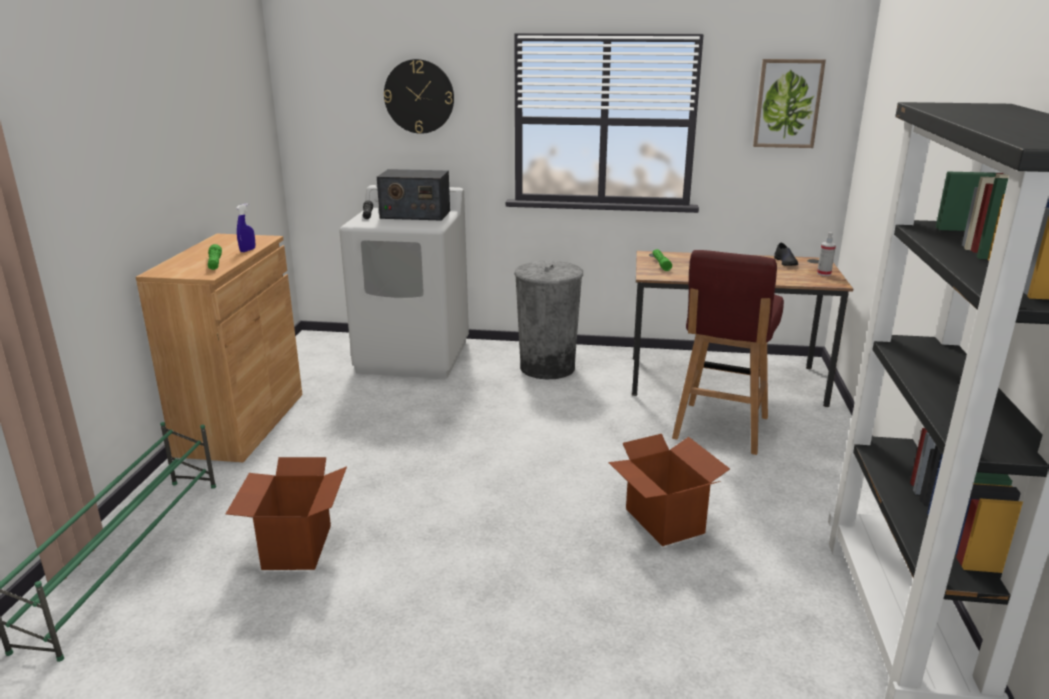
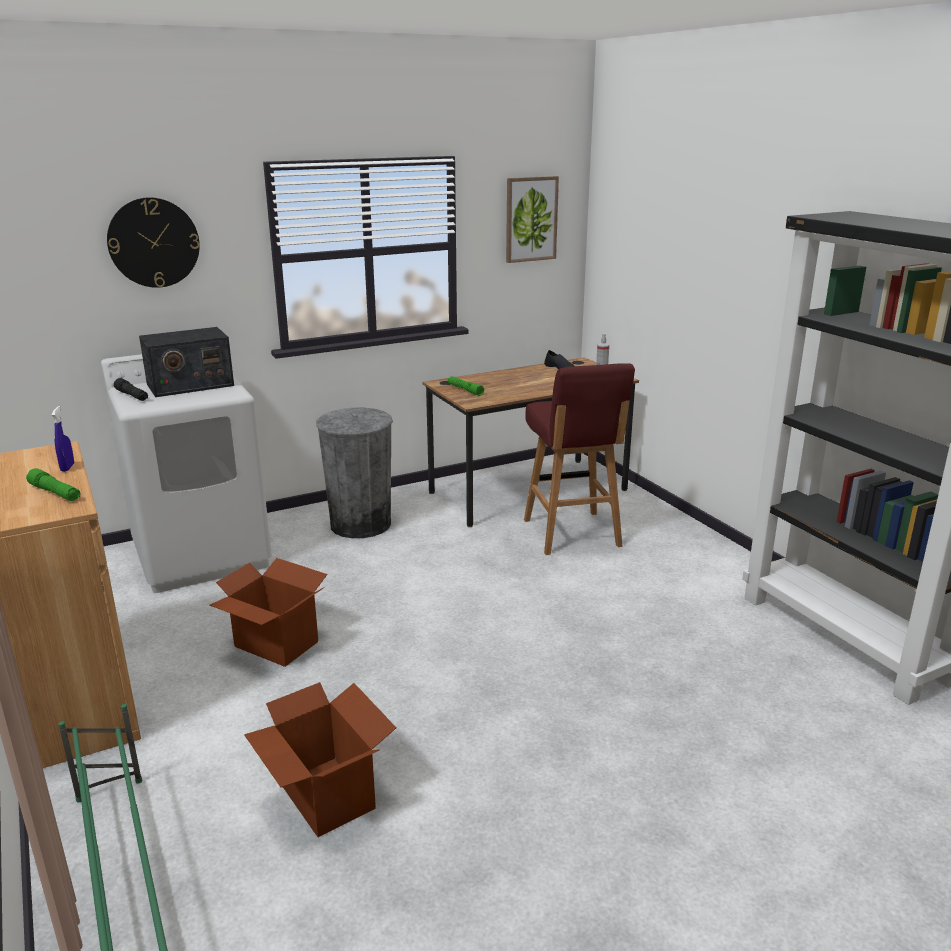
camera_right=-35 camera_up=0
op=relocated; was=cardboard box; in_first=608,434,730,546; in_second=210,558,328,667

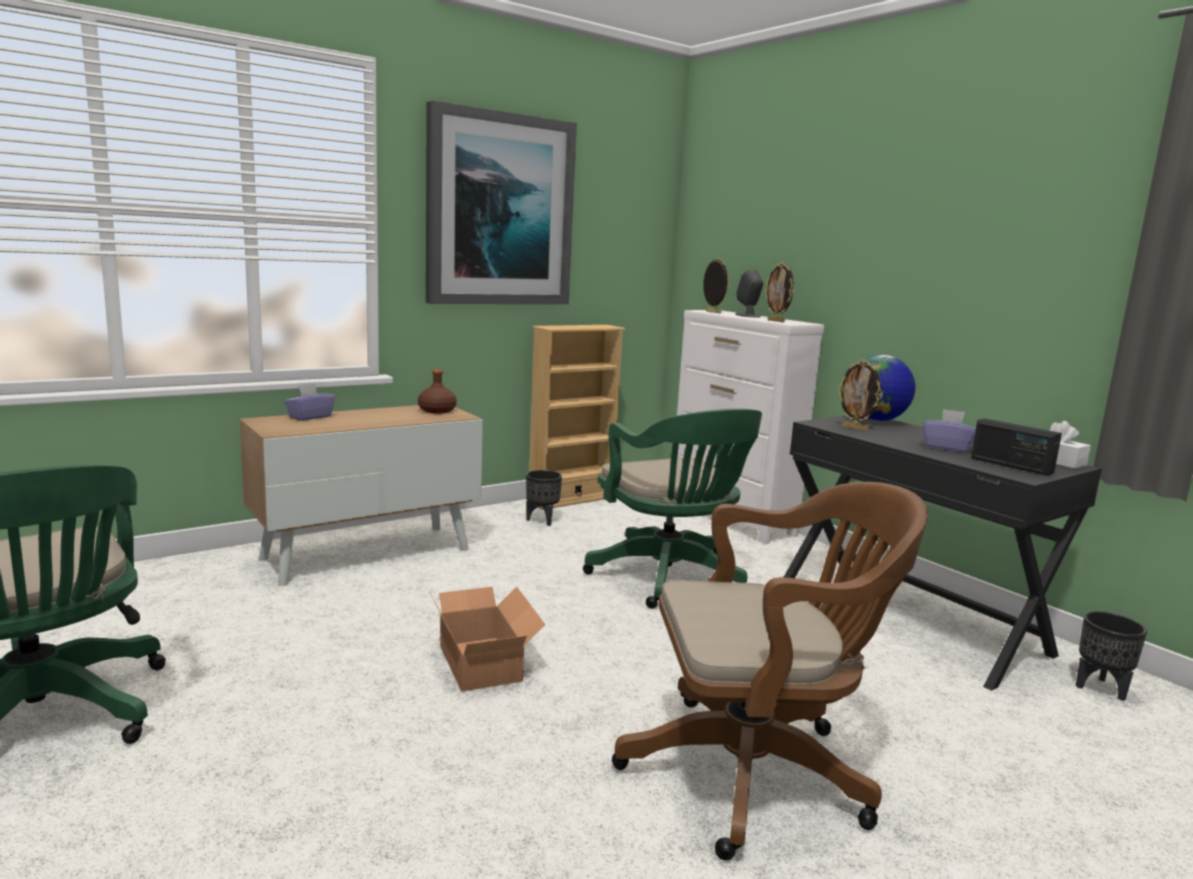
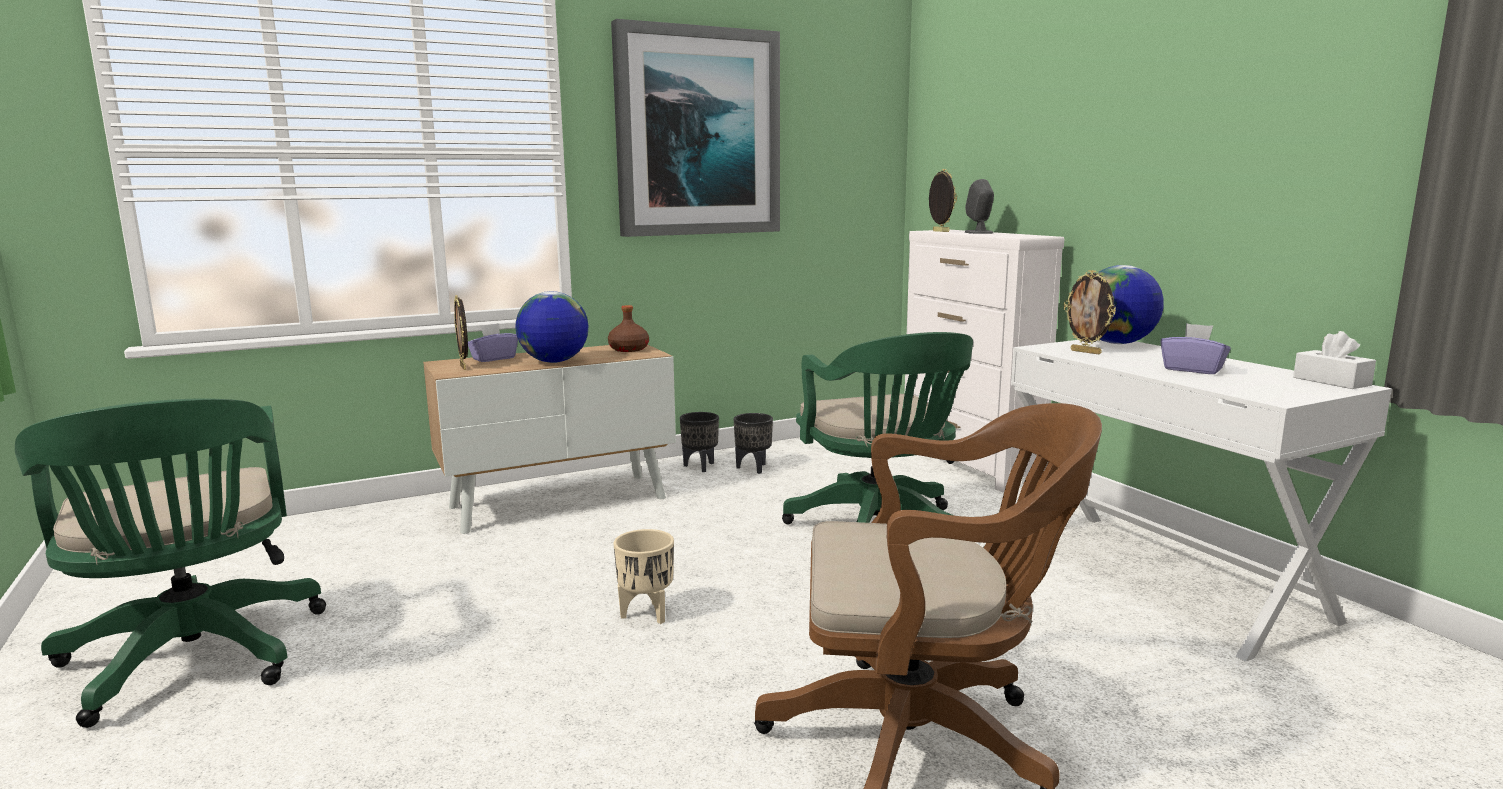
camera_right=10 camera_up=0
op=relocated; was=picture frame; in_first=764,262,794,322; in_second=454,295,468,370
op=missing; was=bookcase (beige); in_first=529,325,625,510
op=colour; was=desk (black); now=desk (white); in_first=784,416,1102,691; in_second=1011,340,1392,662
op=missing; was=radio; in_first=971,418,1062,476
op=exchanged; was=cardboard box; now=planter (beige); in_first=430,587,545,692; in_second=614,529,674,624
op=relocated; was=planter (black); in_first=1076,611,1147,701; in_second=680,412,719,472
op=appeared; now=globe; in_second=515,291,588,363

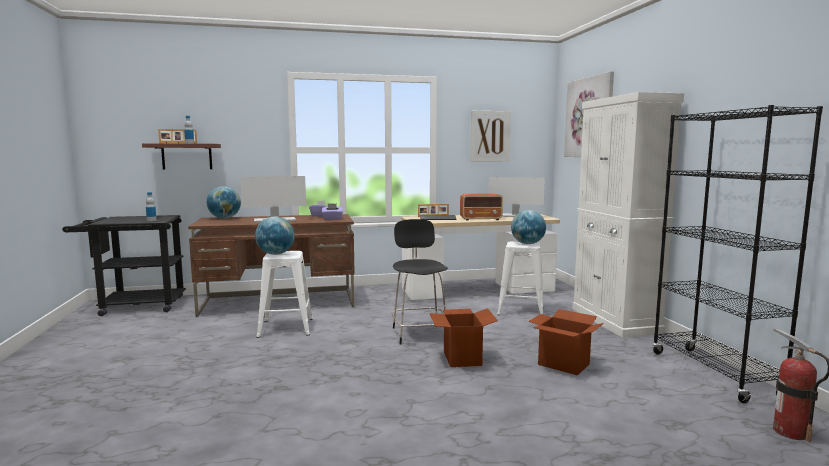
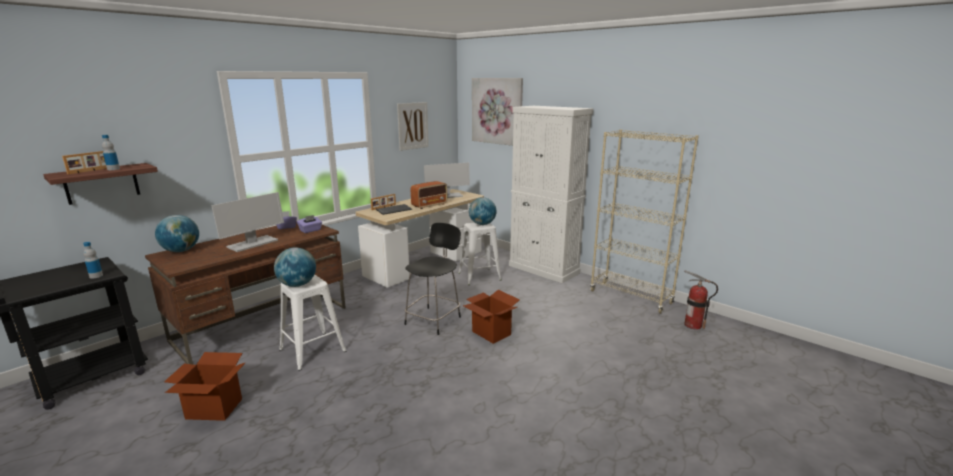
camera_right=-35 camera_up=10
op=colour; was=bookcase (black); now=bookcase (beige); in_first=652,105,823,403; in_second=590,129,699,314
op=spun; was=chair (black); in_first=391,219,448,345; in_second=405,223,461,335; clockwise=75
op=relocated; was=cardboard box; in_first=528,309,604,375; in_second=164,352,246,421

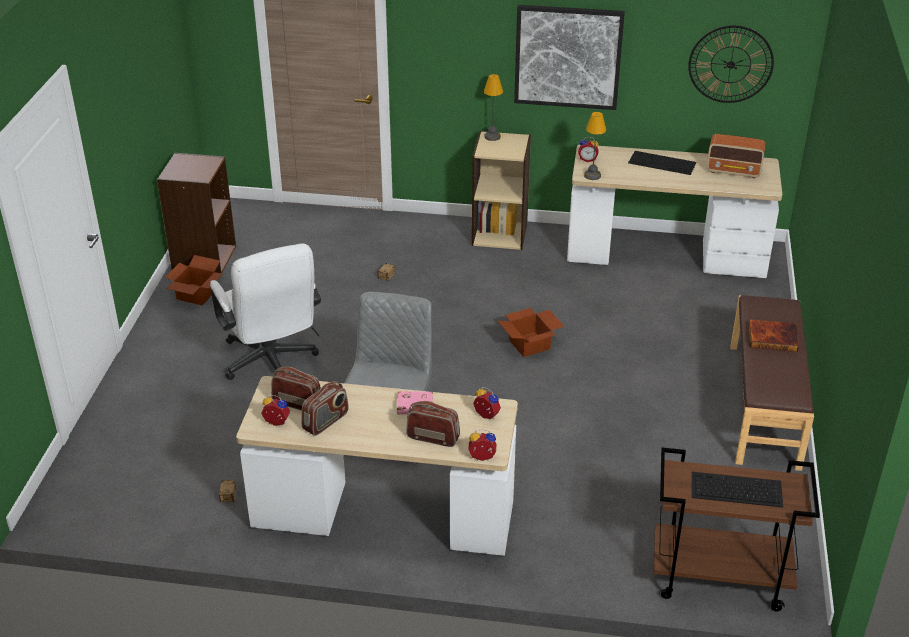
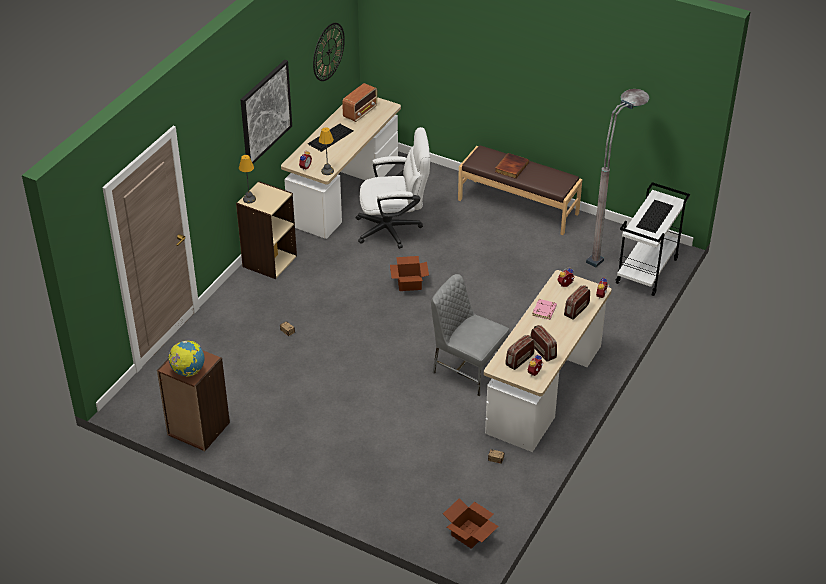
camera_right=-70 camera_up=5
op=relocated; was=office chair (white); in_first=210,244,321,380; in_second=356,127,430,249
op=relocated; was=cardboard box; in_first=165,255,223,306; in_second=443,498,499,549
op=colour; was=cart (brown); now=cart (white); in_first=653,448,820,611; in_second=616,182,690,296
op=appeared; now=floor lamp (grey); in_second=586,89,649,268
op=appeared; now=globe; in_second=168,341,204,377

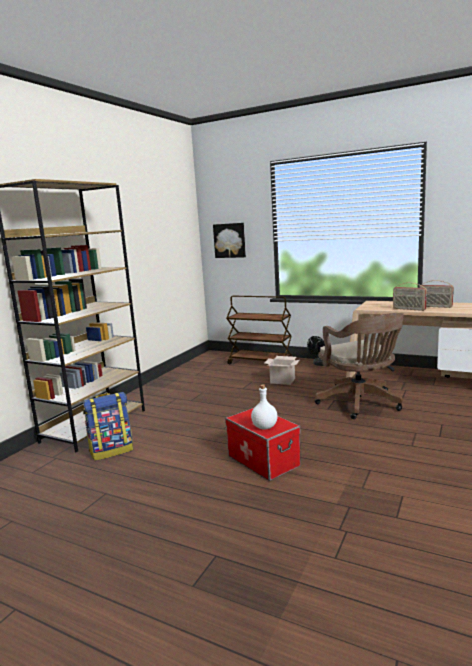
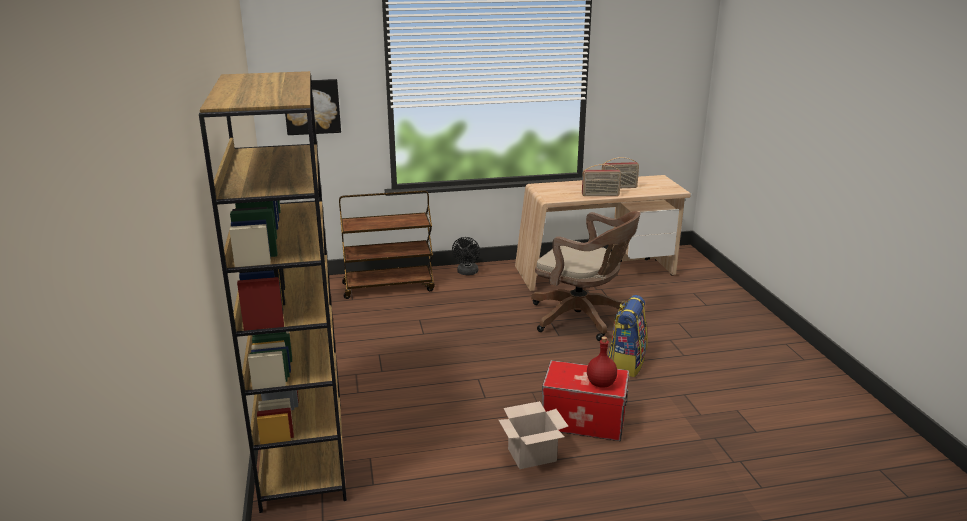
camera_right=-40 camera_up=10
op=relocated; was=cardboard box; in_first=264,356,300,385; in_second=499,401,568,469
op=colour; was=bottle (white); now=bottle (red); in_first=251,384,278,430; in_second=587,336,617,387
op=relocated; was=backpack; in_first=83,392,133,461; in_second=608,295,648,377

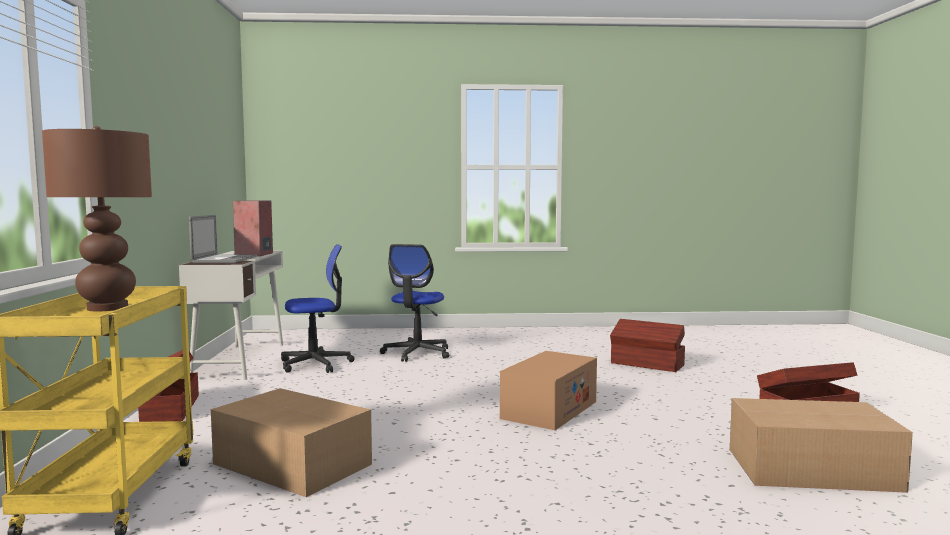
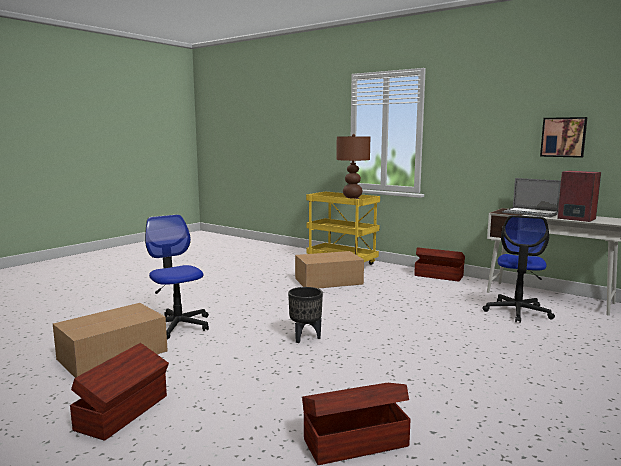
camera_right=130 camera_up=5
op=relocated; was=office chair; in_first=380,244,449,362; in_second=145,215,209,339
op=exchanged; was=cardboard box; now=planter (black); in_first=500,351,597,430; in_second=288,287,323,343
op=appeared; now=picture; in_second=540,117,588,158

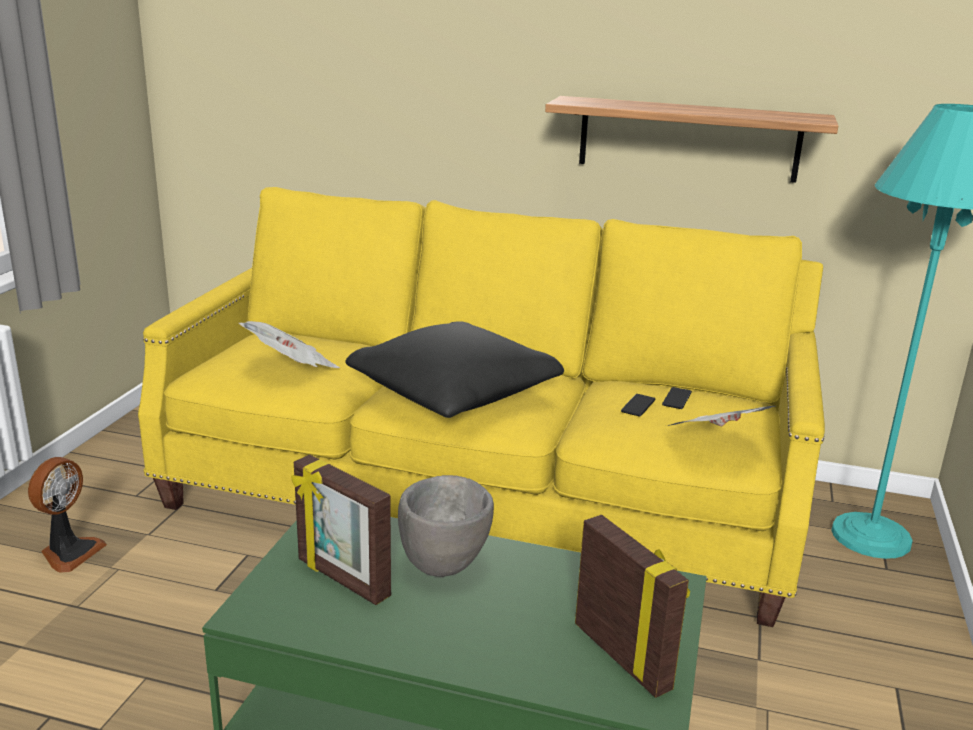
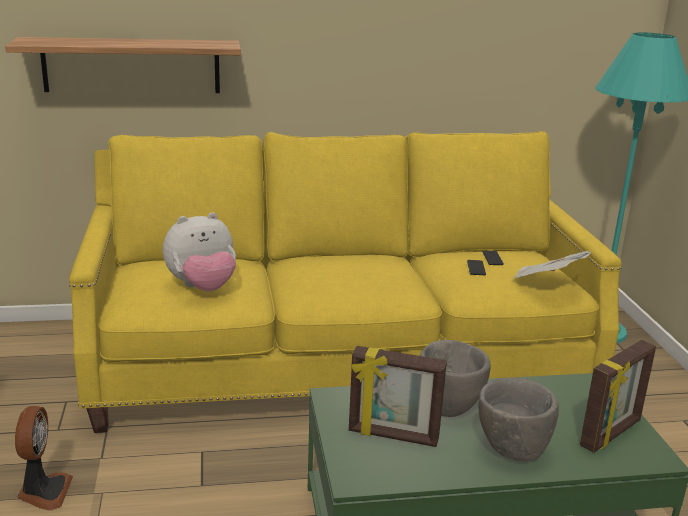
camera_right=-25 camera_up=0
op=relocated; was=shelf; in_first=545,96,838,183; in_second=5,37,241,93
op=exchanged; was=newspaper; now=plush toy; in_first=239,321,340,368; in_second=163,212,236,291
op=missing; was=pillow (black); in_first=345,321,564,418
op=spun; was=picture frame; in_first=575,515,690,698; in_second=580,340,656,453; clockwise=105
op=appeared; now=bowl (grey); in_second=479,378,559,461

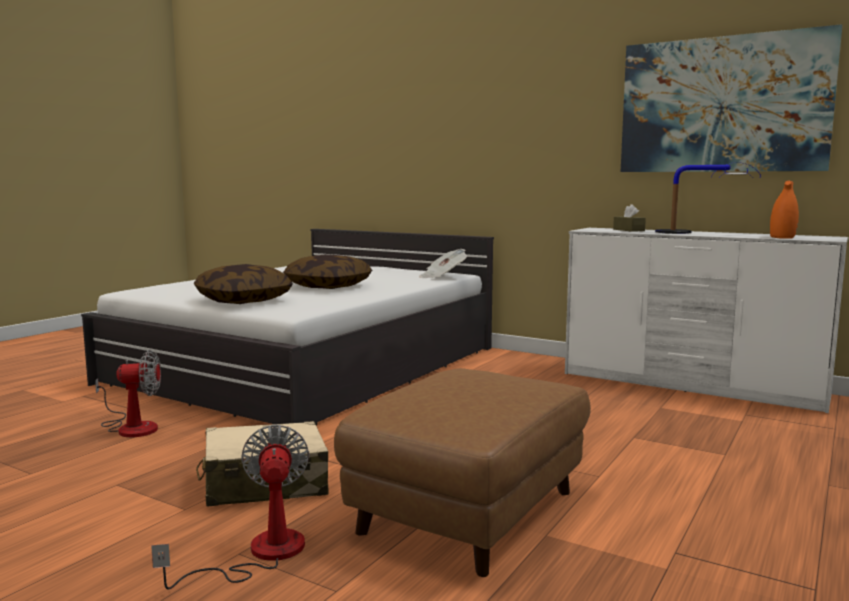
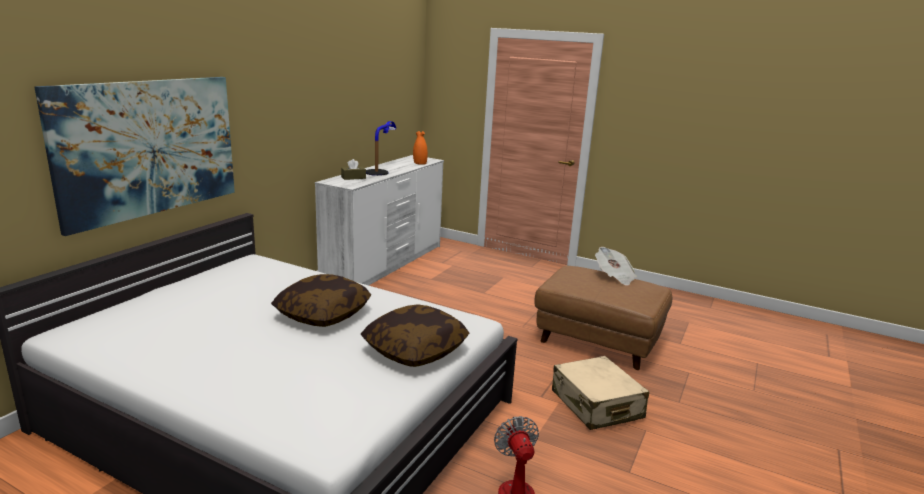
camera_right=-95 camera_up=10
op=relocated; was=picture; in_first=621,24,842,172; in_second=34,77,235,236
op=relocated; was=newspaper; in_first=419,249,467,278; in_second=595,247,637,286
op=missing; was=fan; in_first=151,424,309,590

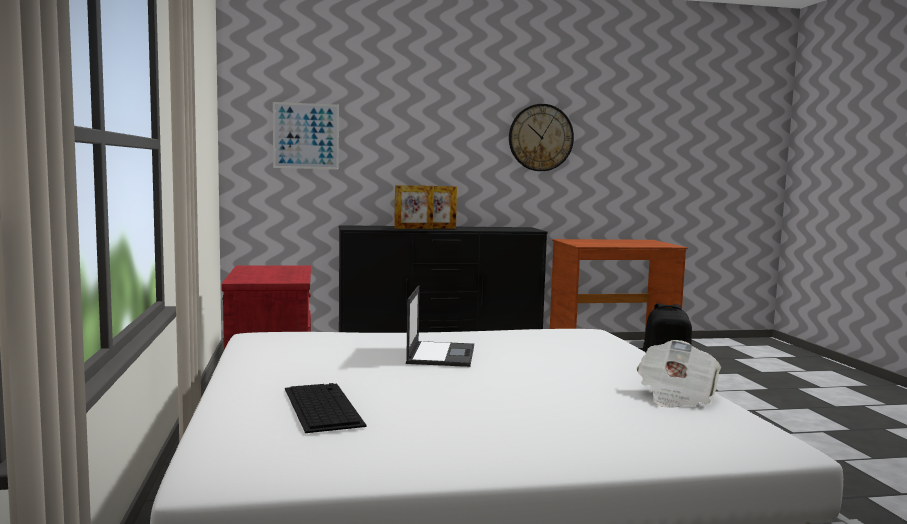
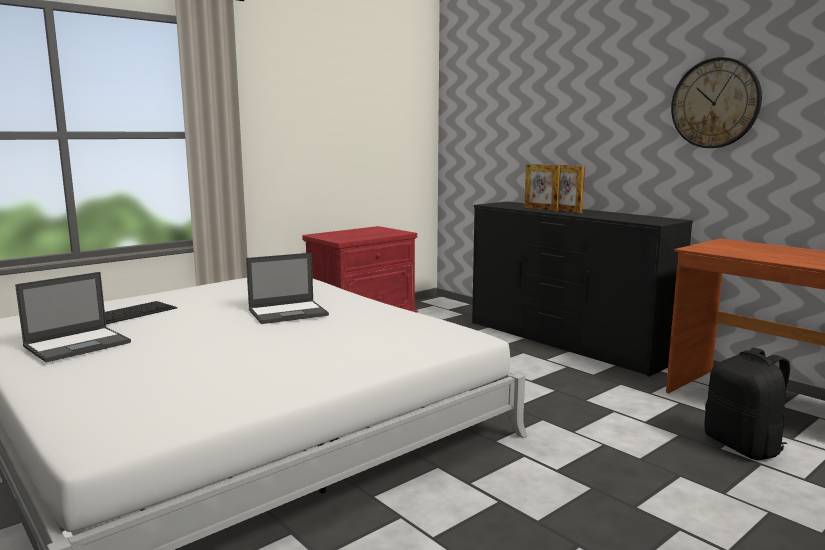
camera_right=60 camera_up=5
op=missing; was=picture; in_first=273,102,339,169
op=missing; was=newspaper; in_first=637,340,721,408
op=appeared; now=laptop; in_second=15,272,131,362

